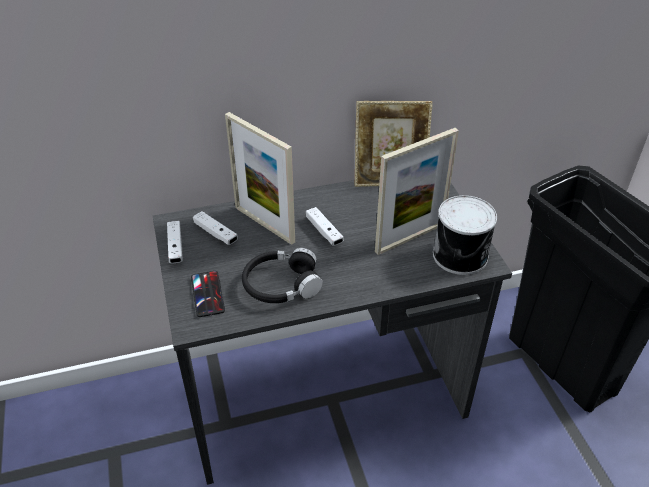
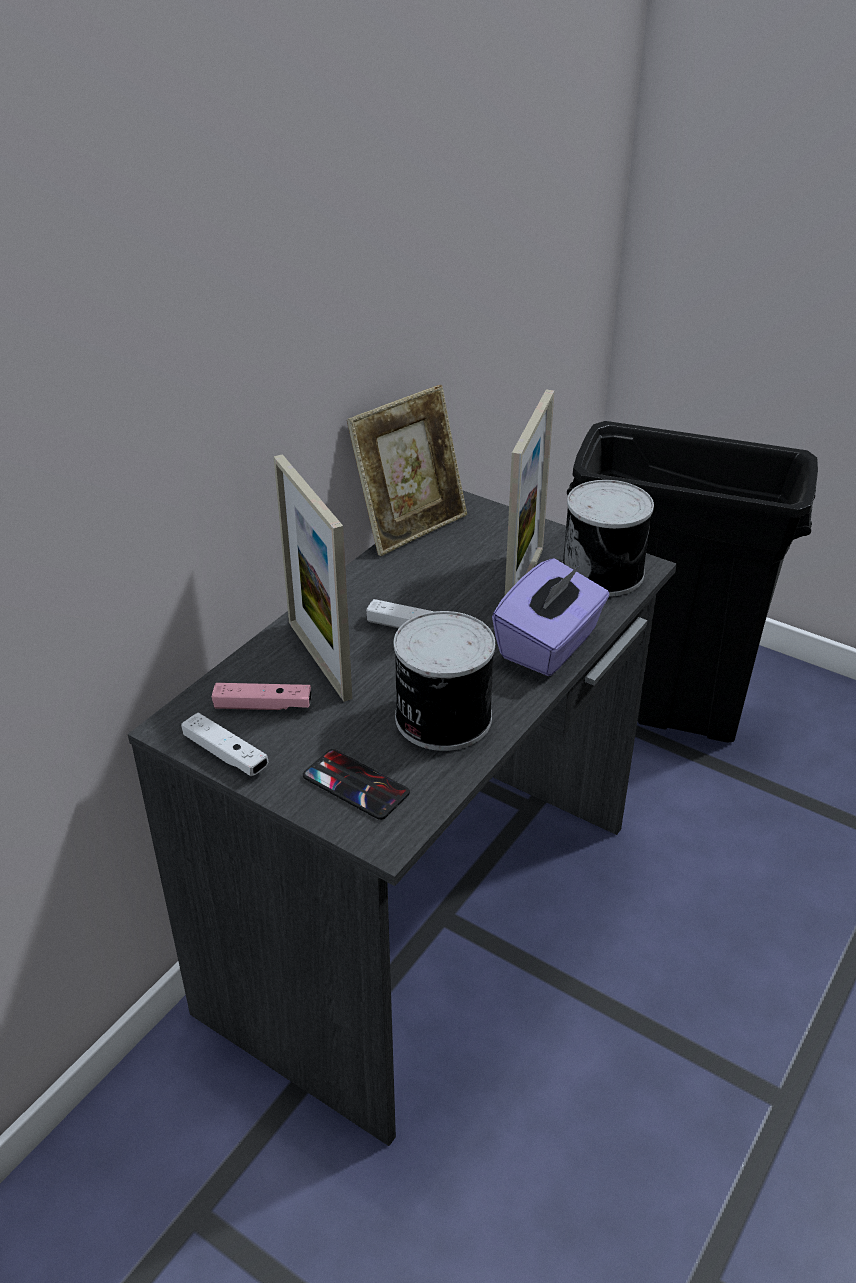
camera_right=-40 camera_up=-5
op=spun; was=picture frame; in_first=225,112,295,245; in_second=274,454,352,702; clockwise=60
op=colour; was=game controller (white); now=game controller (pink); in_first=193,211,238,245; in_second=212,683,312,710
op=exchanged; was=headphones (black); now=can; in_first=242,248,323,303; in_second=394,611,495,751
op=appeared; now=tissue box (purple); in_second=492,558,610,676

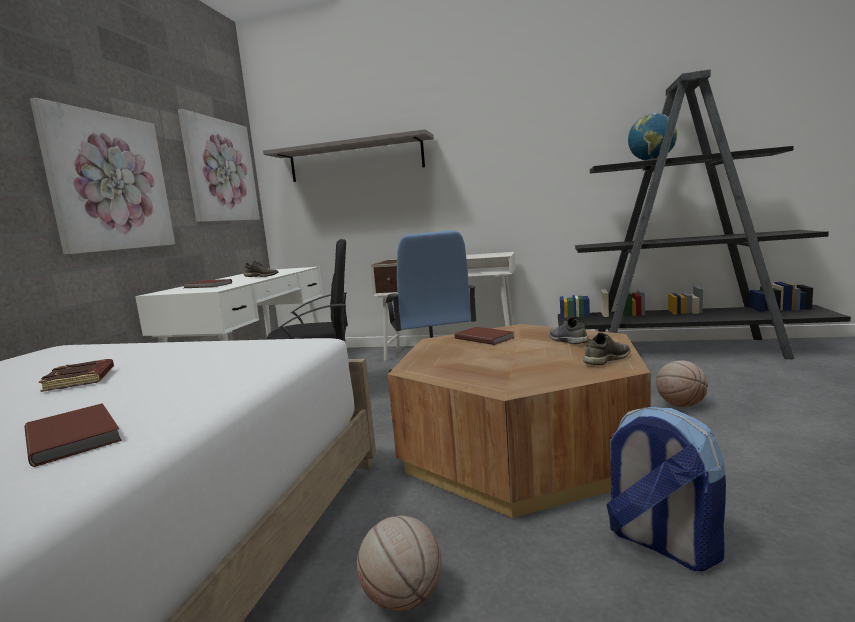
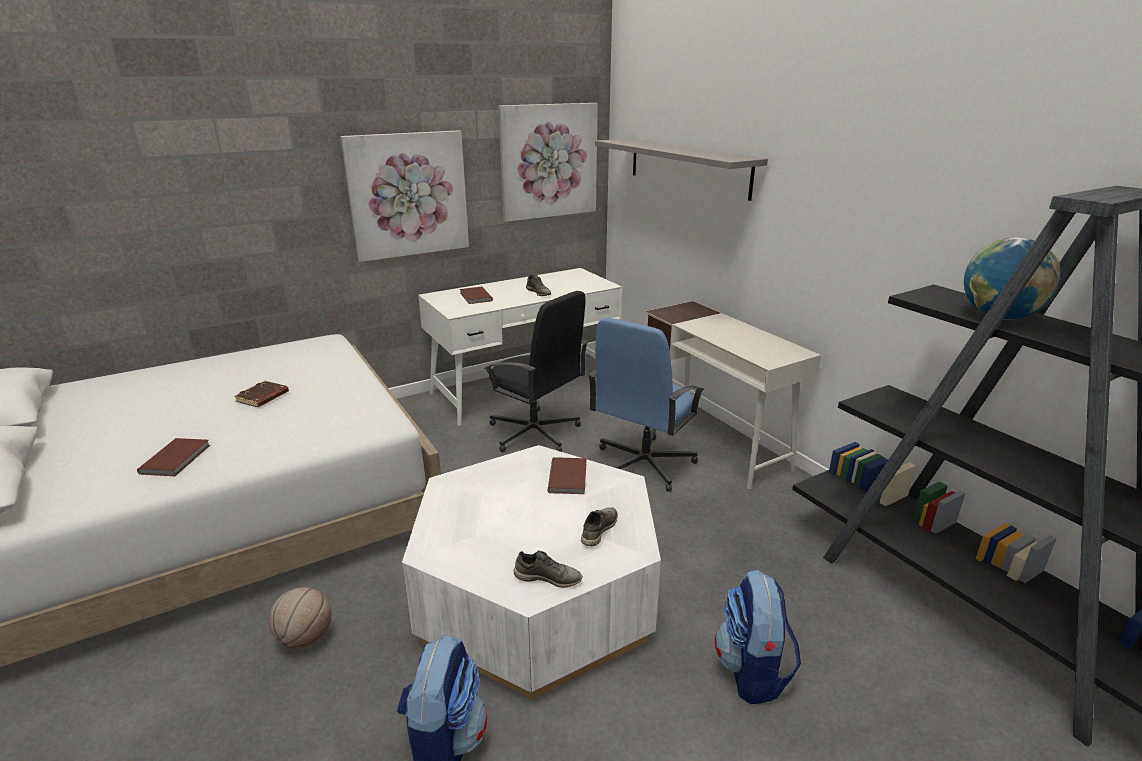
camera_right=45 camera_up=15
op=colour; was=coffee table (brown); now=coffee table (white); in_first=388,324,651,518; in_second=402,445,661,699
op=exchanged; was=basketball; now=backpack; in_first=656,361,708,407; in_second=715,570,801,704

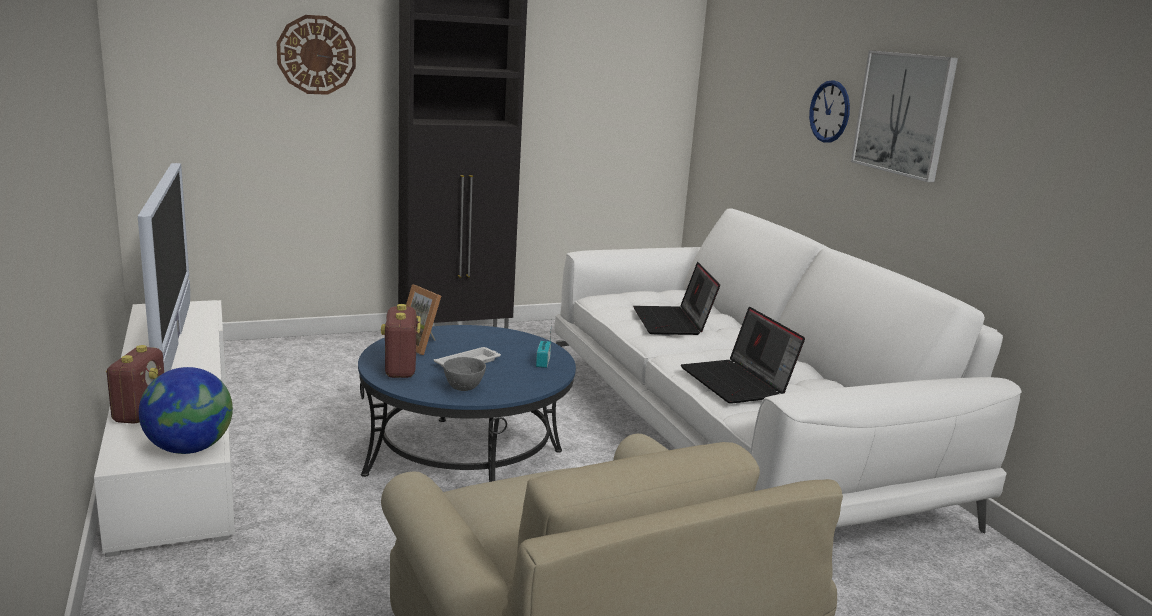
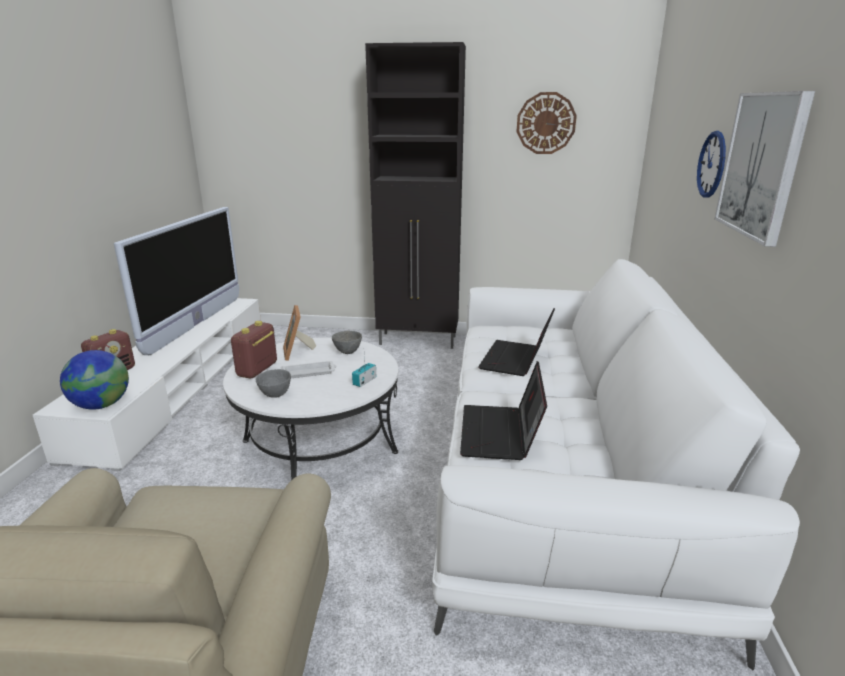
camera_right=30 camera_up=5
op=relocated; was=wall clock; in_first=277,15,356,95; in_second=517,92,577,154
op=colour; was=coffee table (blue); now=coffee table (white); in_first=358,325,576,482; in_second=223,337,398,480
op=appeared; now=bowl (grey); in_second=332,330,362,354

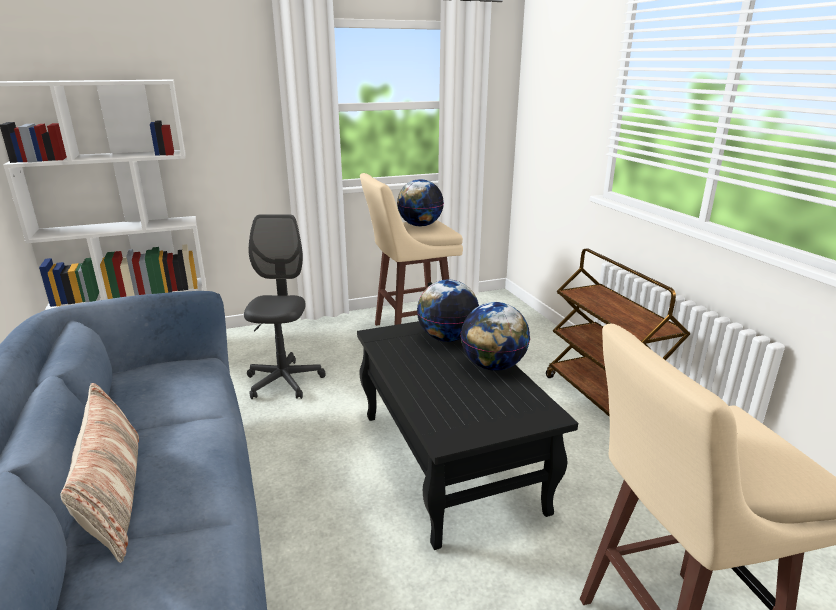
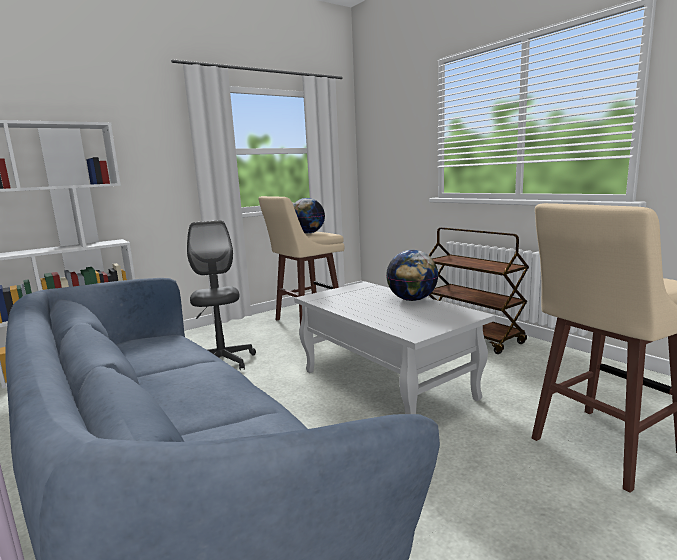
camera_right=-15 camera_up=-10
op=missing; was=globe; in_first=417,280,479,342
op=colour; was=coffee table (black); now=coffee table (white); in_first=357,321,578,550; in_second=294,282,495,414
op=missing; was=pillow; in_first=60,383,139,563

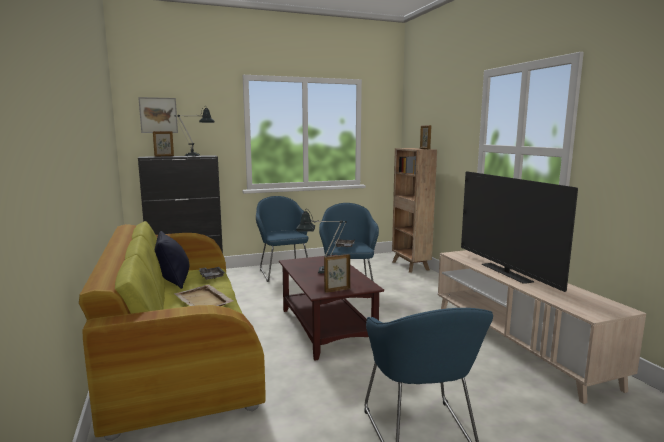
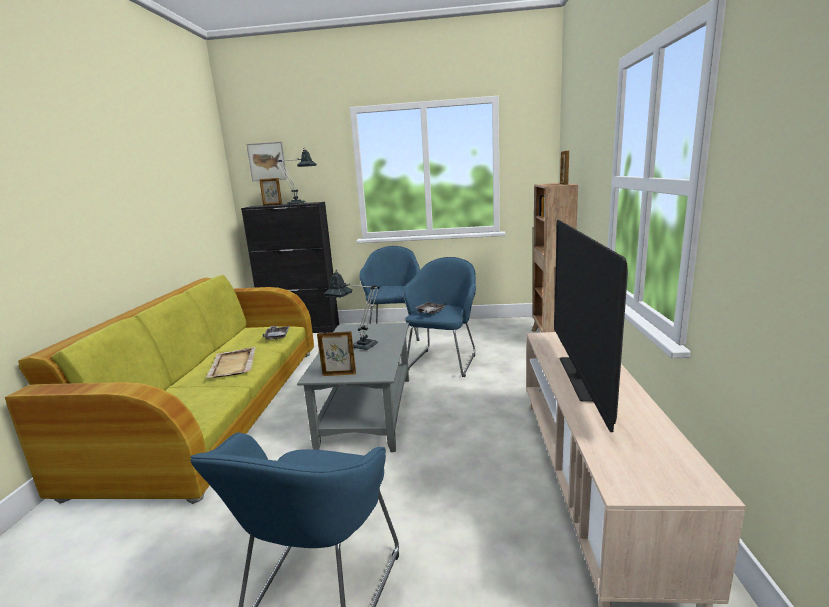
camera_right=25 camera_up=5
op=missing; was=pillow (black); in_first=155,231,189,289
op=colour; was=coffee table (brown); now=coffee table (grey); in_first=279,255,384,361; in_second=297,323,409,452

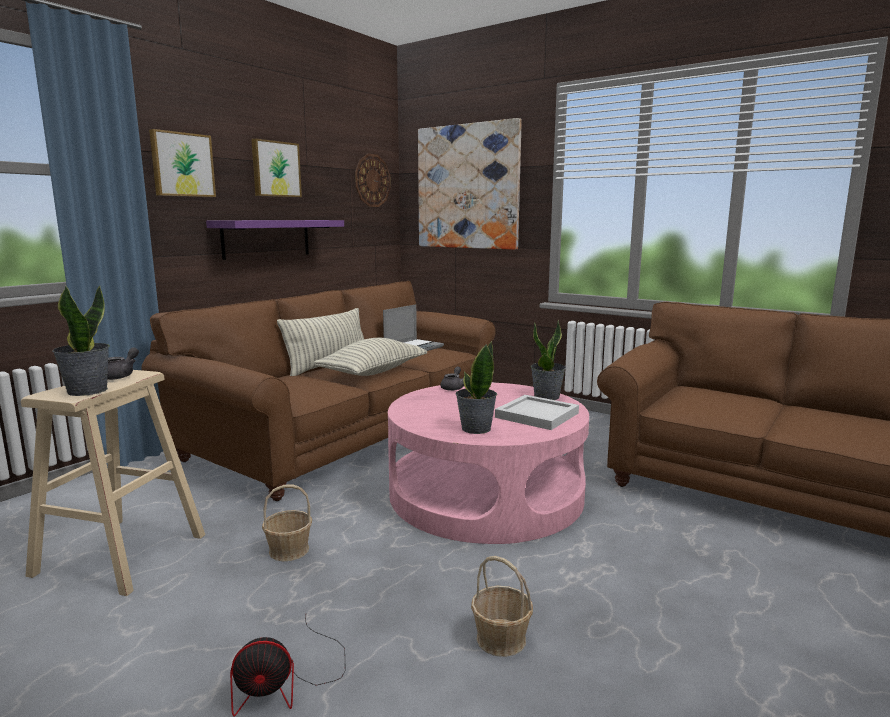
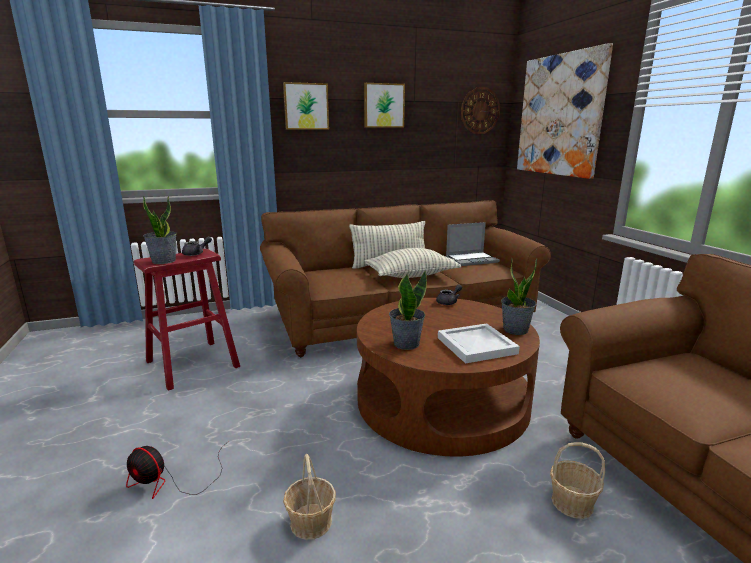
camera_right=35 camera_up=5
op=missing; was=shelf (purple); in_first=206,220,344,260
op=colour; was=stool (beige); now=stool (red); in_first=21,370,205,596; in_second=134,249,240,391
op=colour; was=coffee table (pink); now=coffee table (brown); in_first=388,383,589,544; in_second=357,298,540,457
op=relocated; was=basket; in_first=262,485,312,561; in_second=550,442,605,519

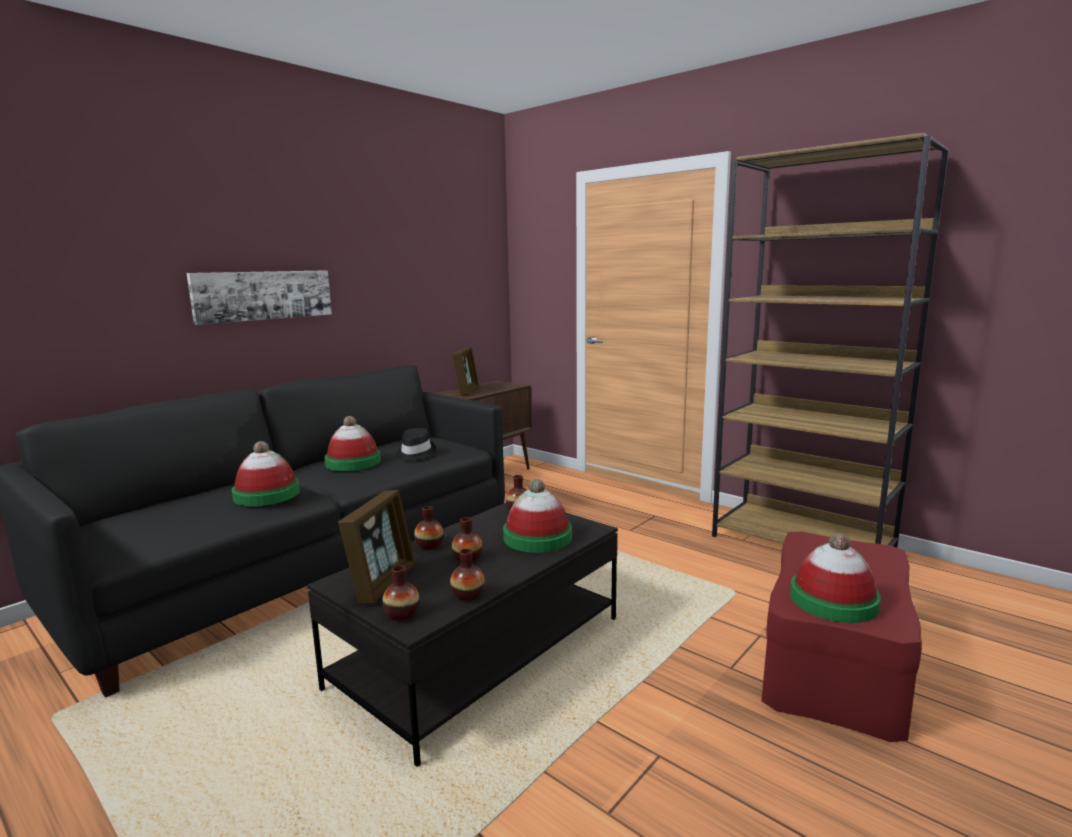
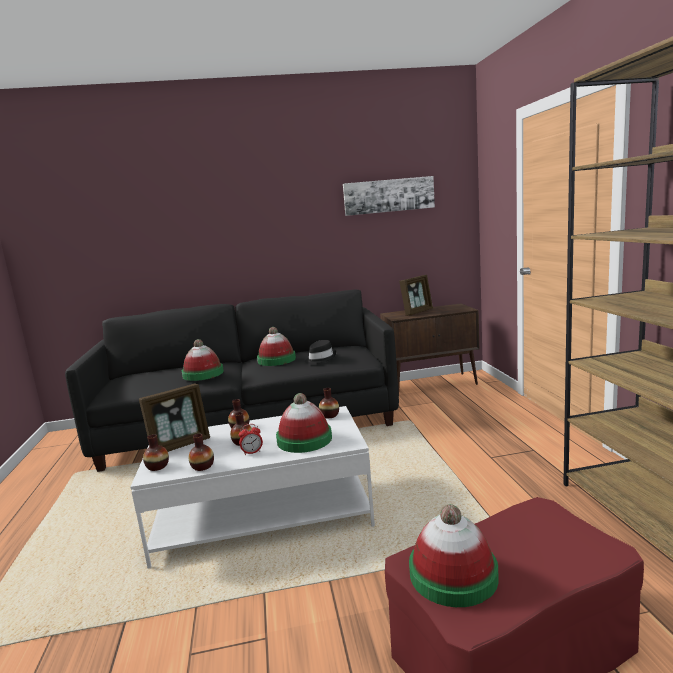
camera_right=40 camera_up=0
op=relocated; was=picture; in_first=187,270,332,325; in_second=343,176,435,216
op=colour; was=coffee table (black); now=coffee table (white); in_first=307,503,618,767; in_second=131,406,375,569
op=appeared; now=alarm clock; in_second=239,424,263,455

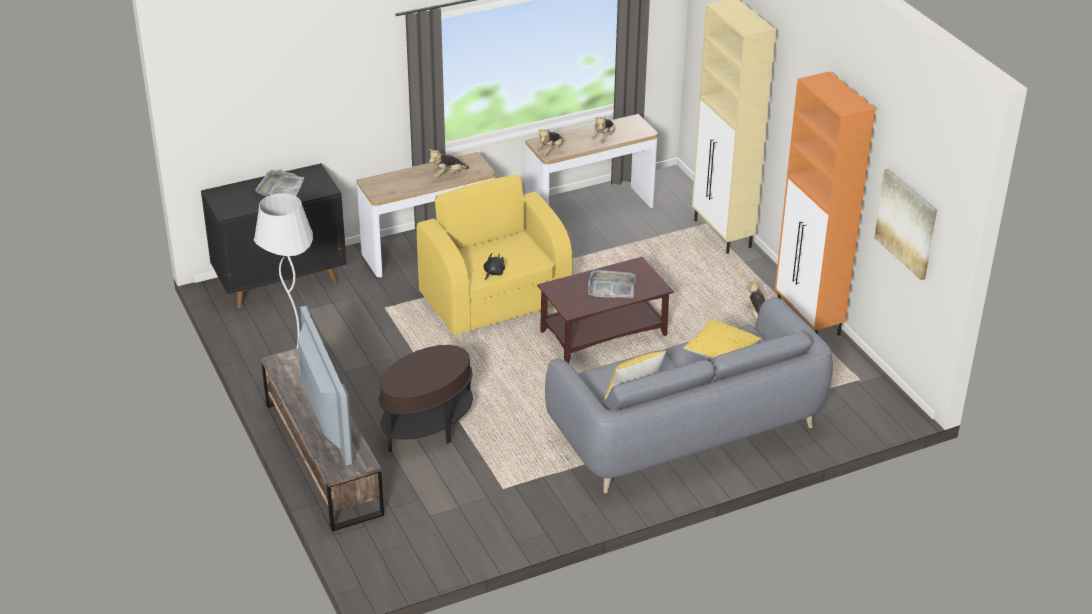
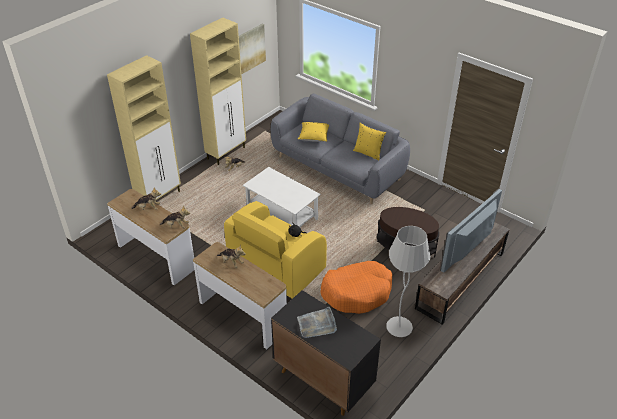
camera_right=-115 camera_up=5
op=colour; was=cabinet (orange); now=cabinet (beige); in_first=775,71,876,336; in_second=190,18,246,165
op=colour; was=coffee table (brown); now=coffee table (white); in_first=537,257,674,363; in_second=243,167,321,227
op=missing; was=tray (grey); in_first=588,269,636,298
op=appeared; now=dog bed (orange); in_second=320,261,392,314

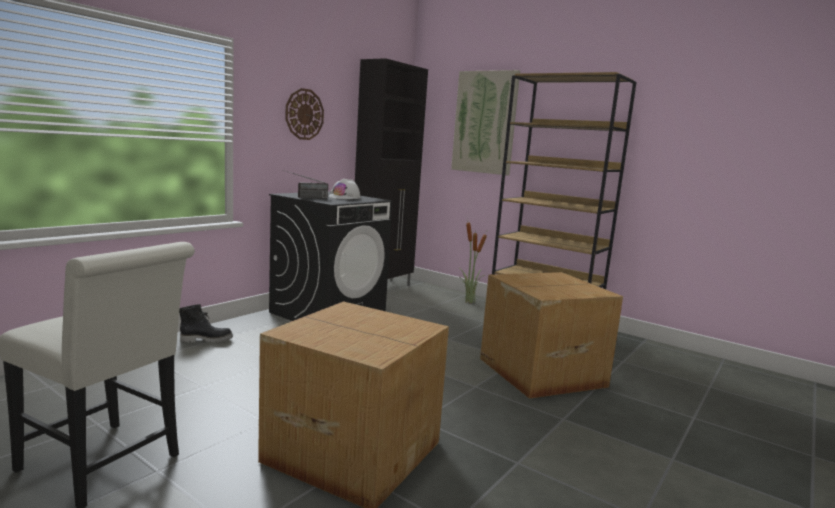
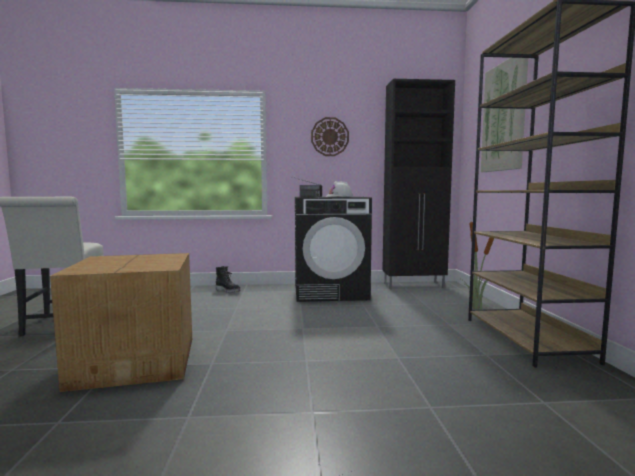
camera_right=50 camera_up=-5
op=missing; was=cardboard box; in_first=480,272,623,399

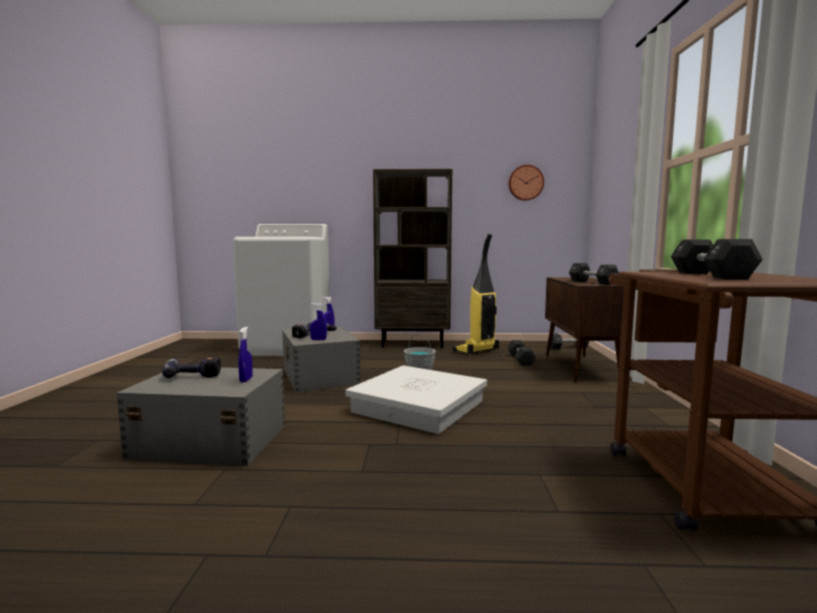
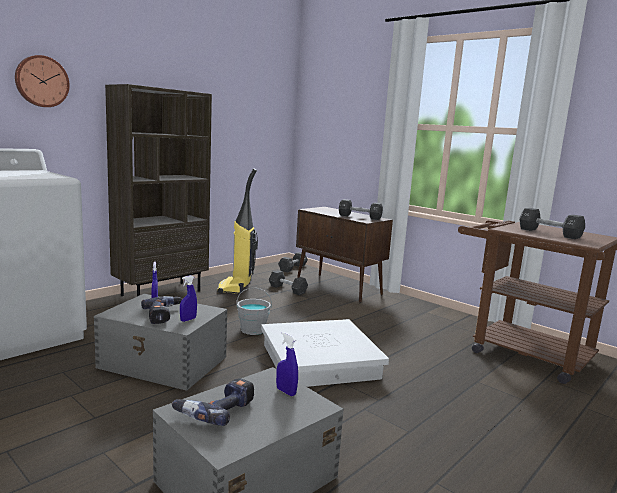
camera_right=-50 camera_up=5
op=relocated; was=wall clock; in_first=508,165,544,201; in_second=15,55,70,107

